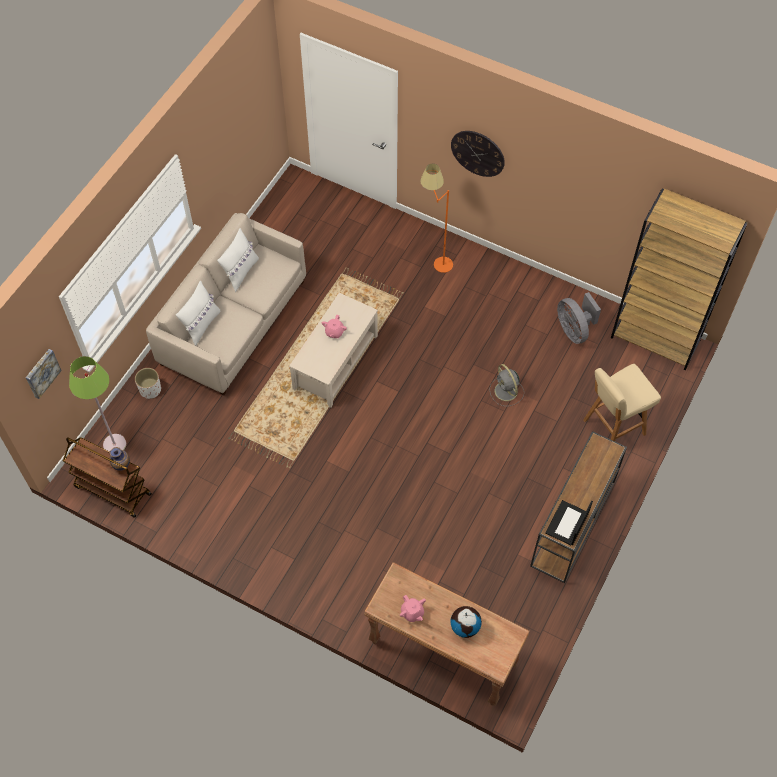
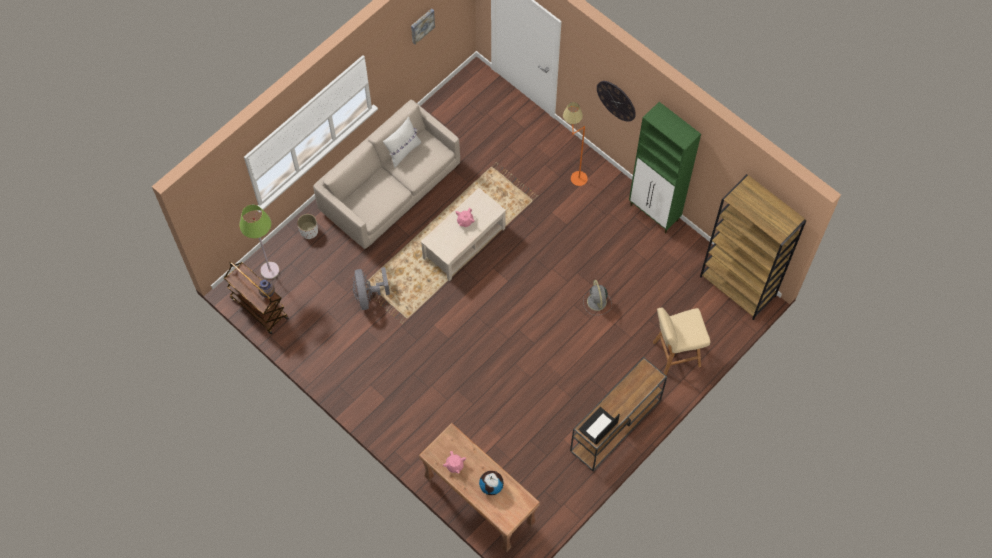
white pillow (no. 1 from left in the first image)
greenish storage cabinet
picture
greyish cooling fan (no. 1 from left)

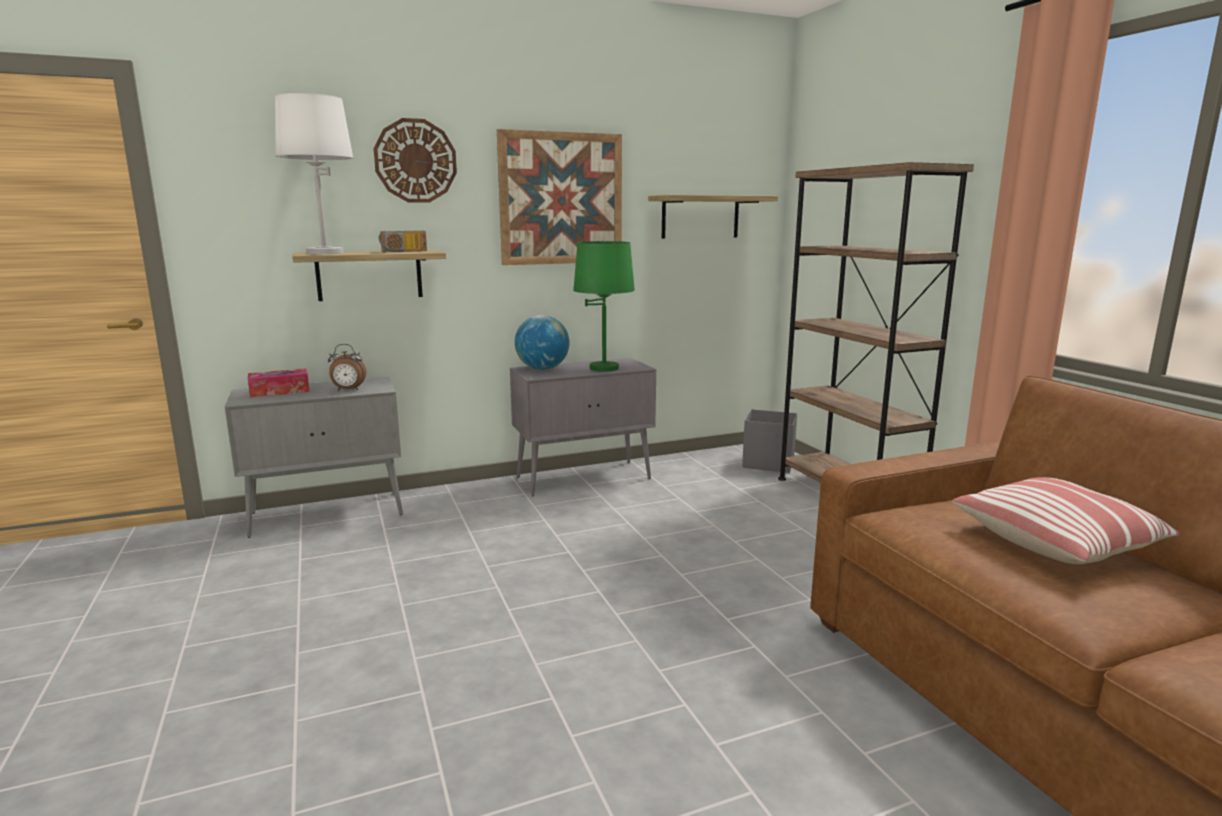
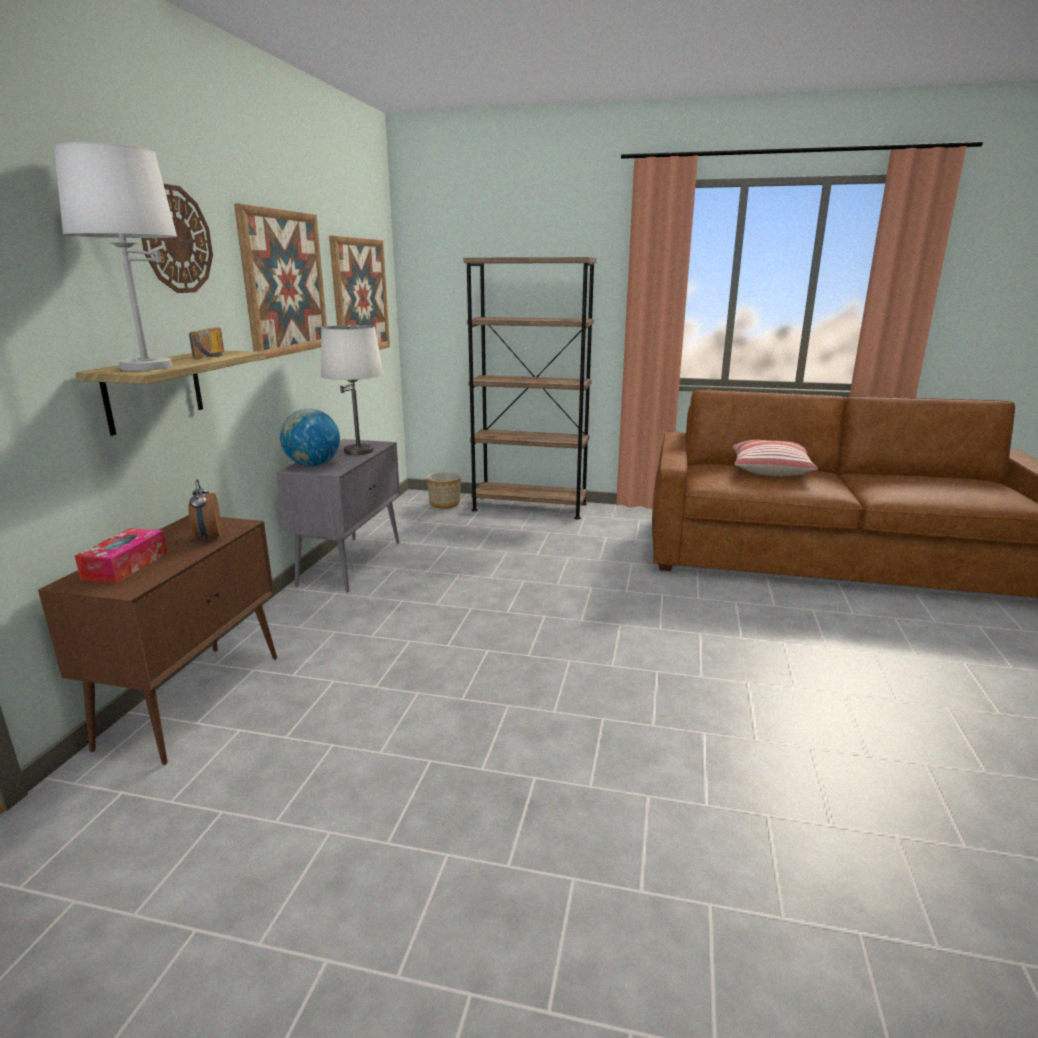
picture (no. 2 from left)
planter
brown storage cabinet
white tabletop lamp (no. 2 from left)
alarm clock

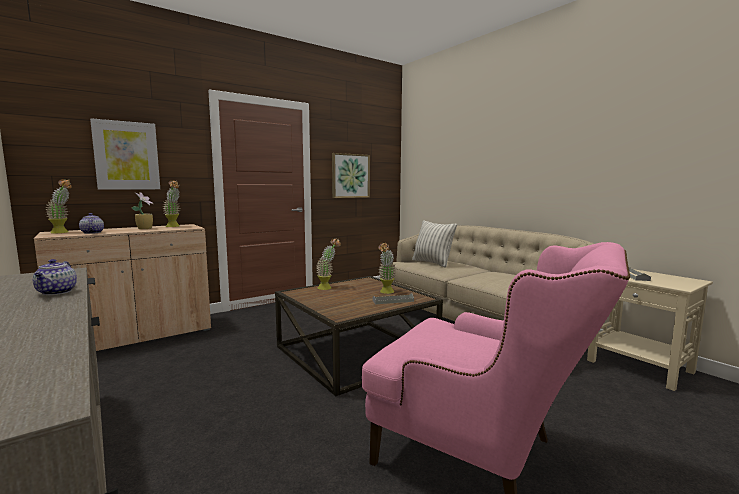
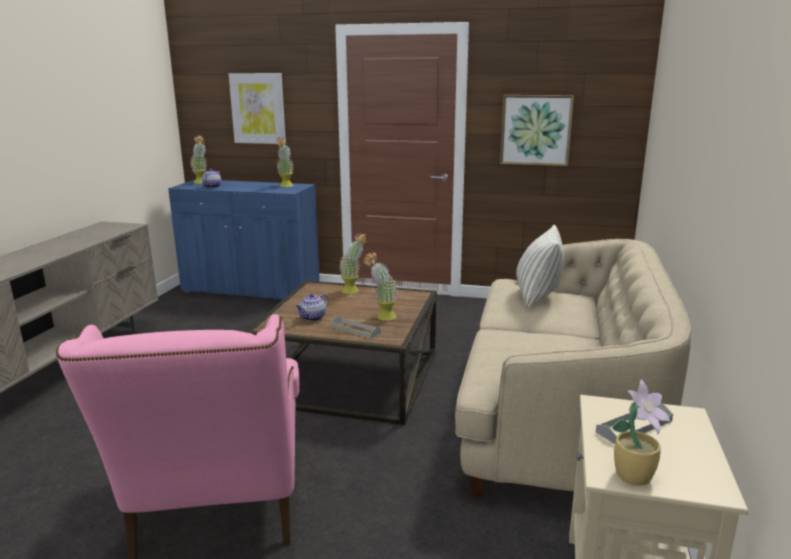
pot for tea (no. 2 from left)
potted plant (no. 5 from left)
blue storage cabinet

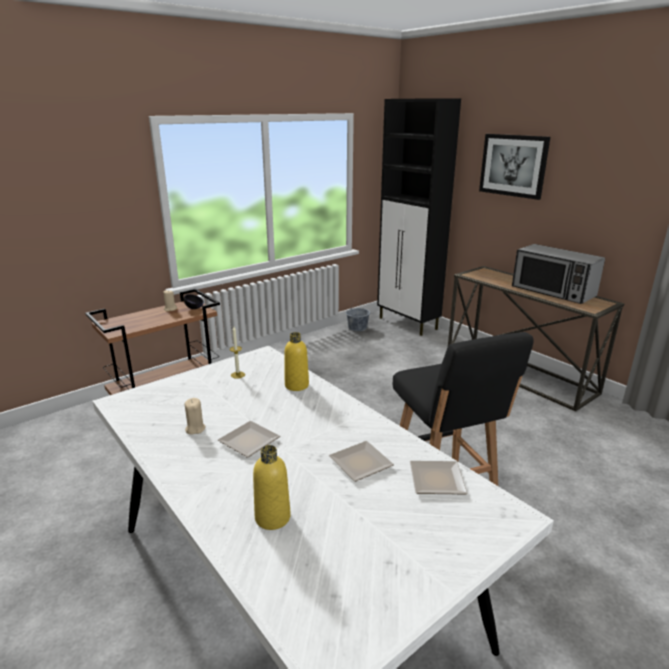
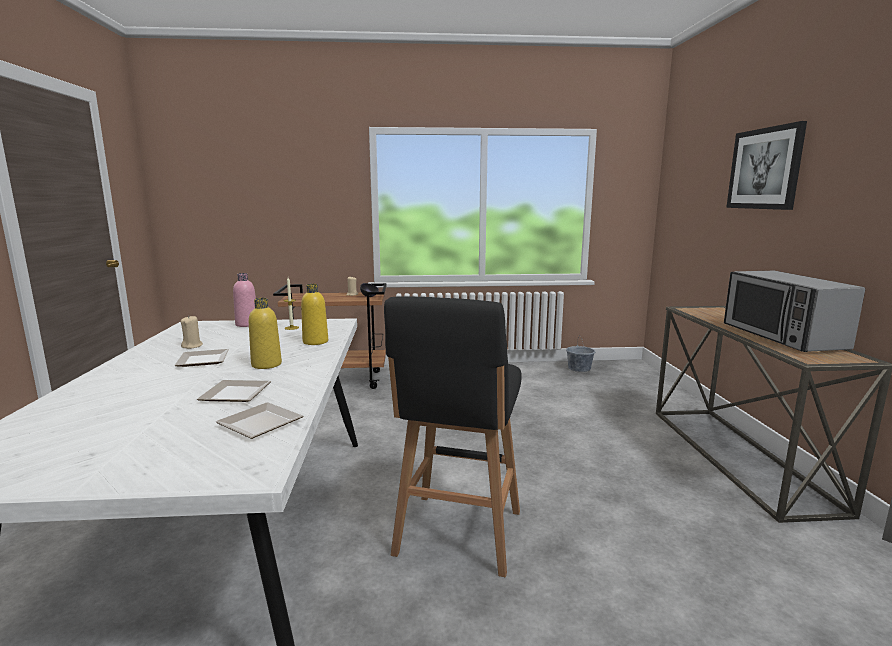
black storage cabinet
pink drink bottle
yellowish drink bottle (no. 1 from left)

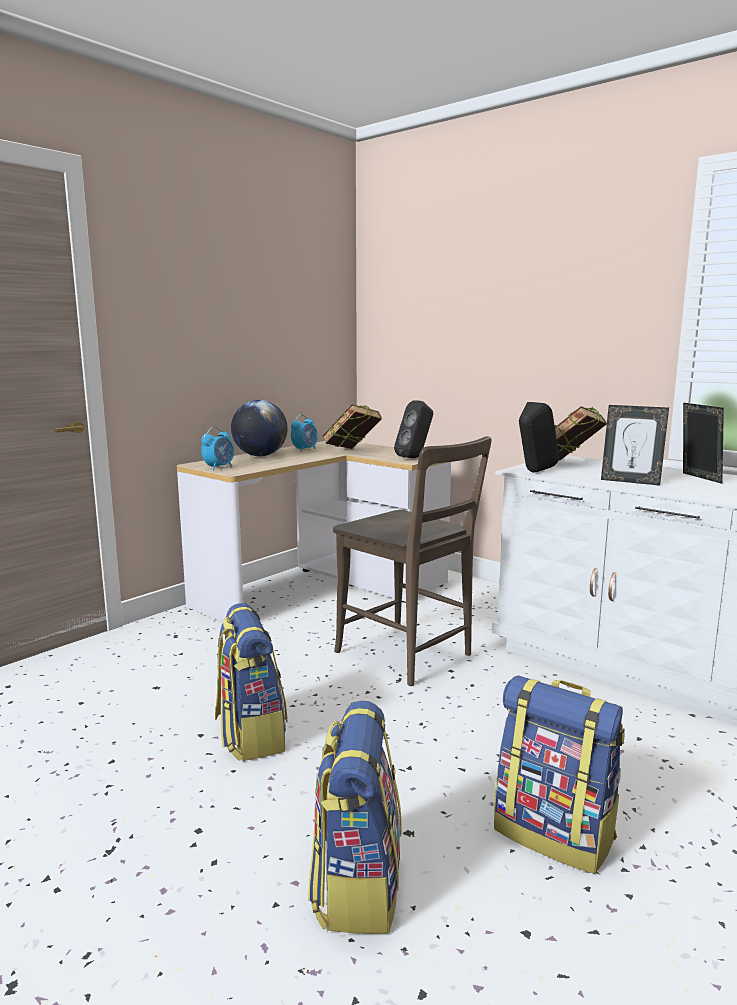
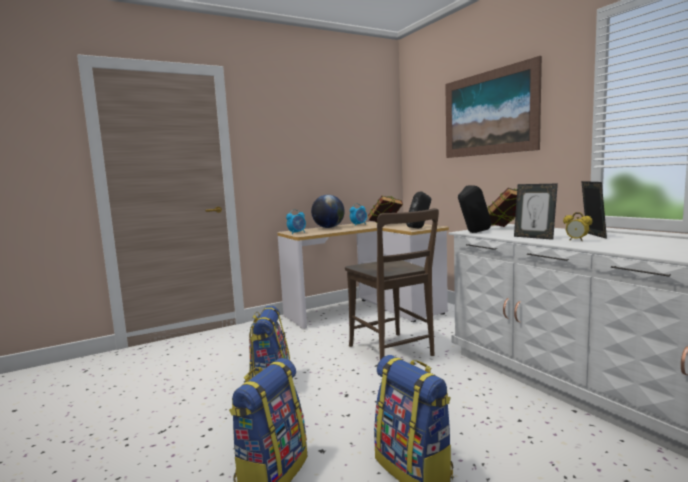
picture
alarm clock (no. 3 from left)

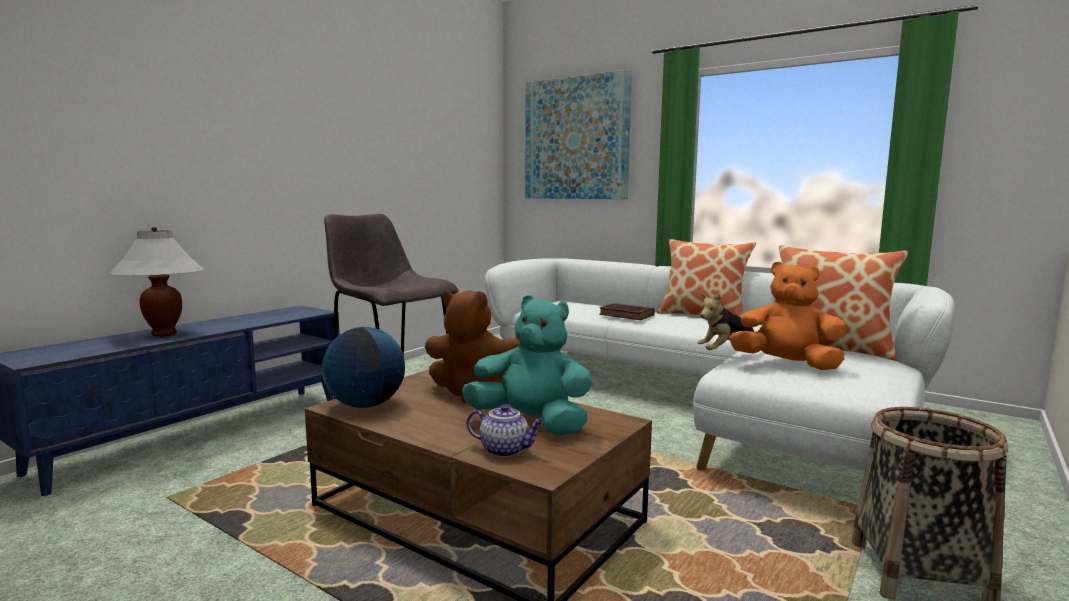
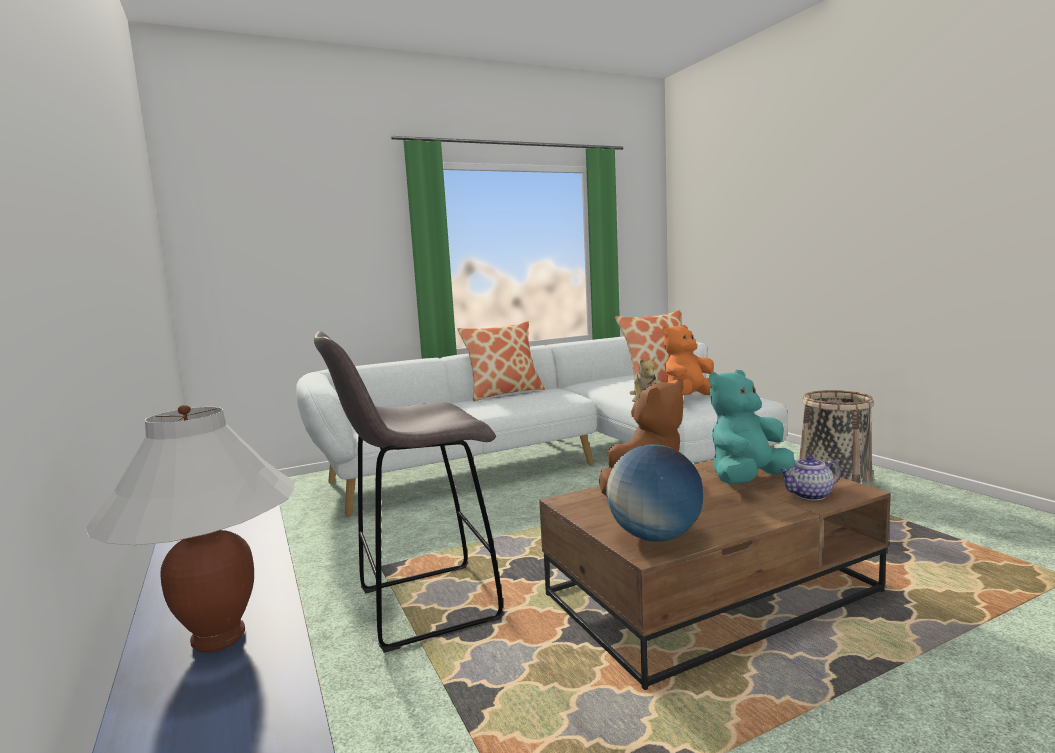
picture
brown bound book
pot for tea

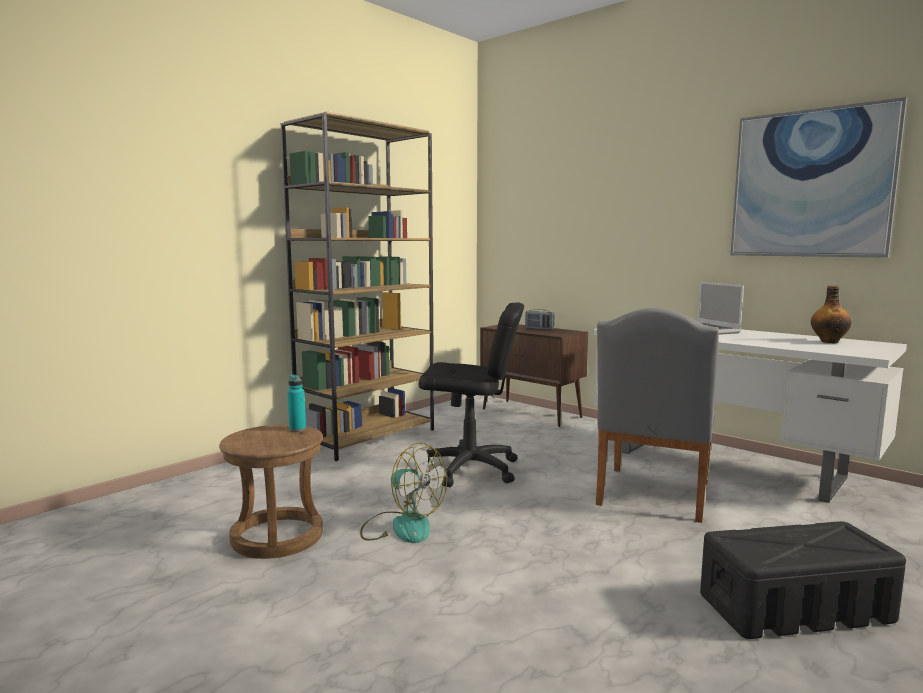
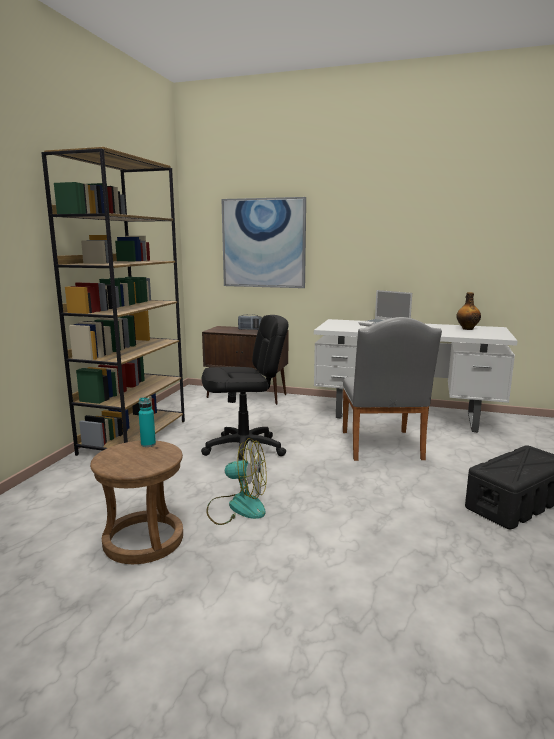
picture

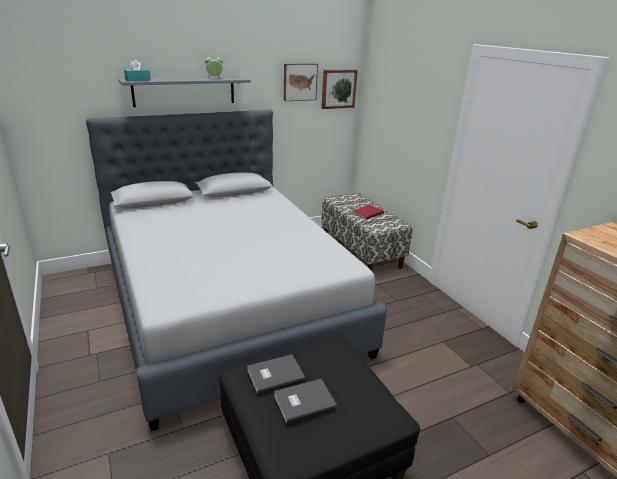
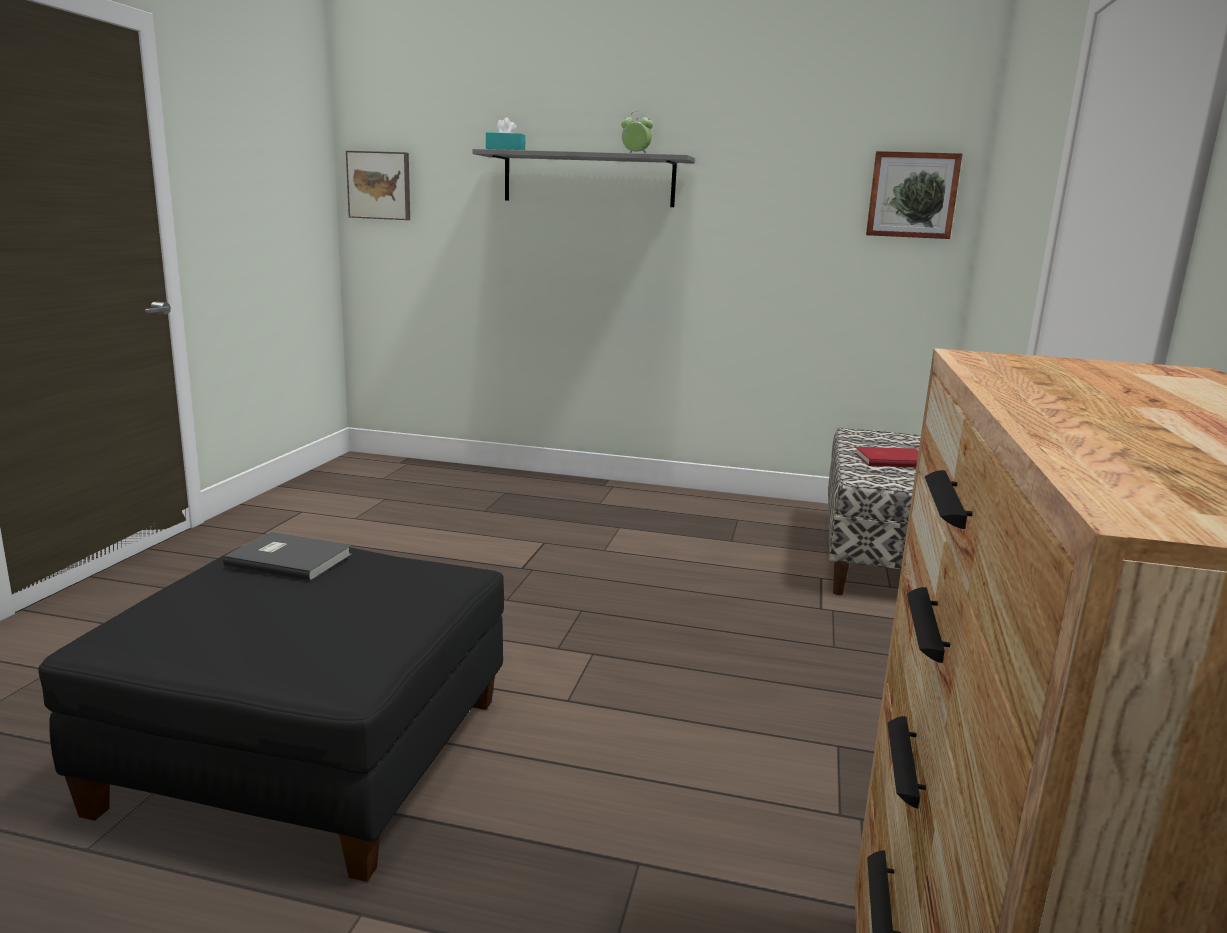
greyish bedroom bed
greyish bound book (no. 2 from left in the first image)
picture (no. 1 from left)

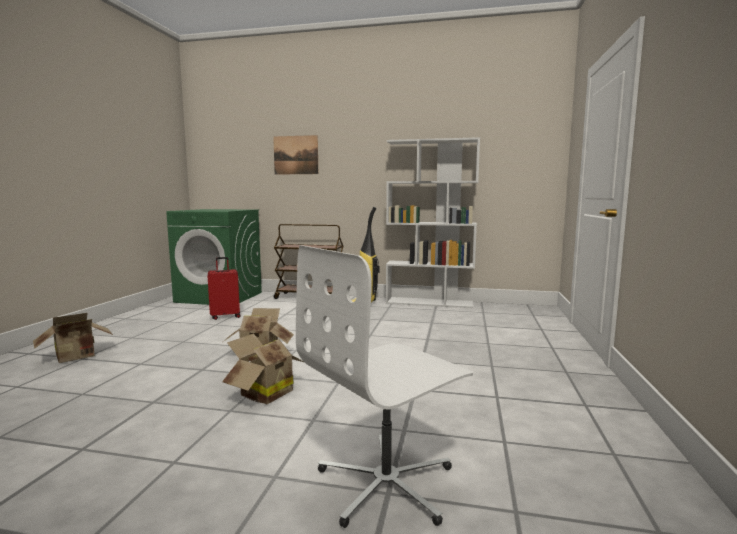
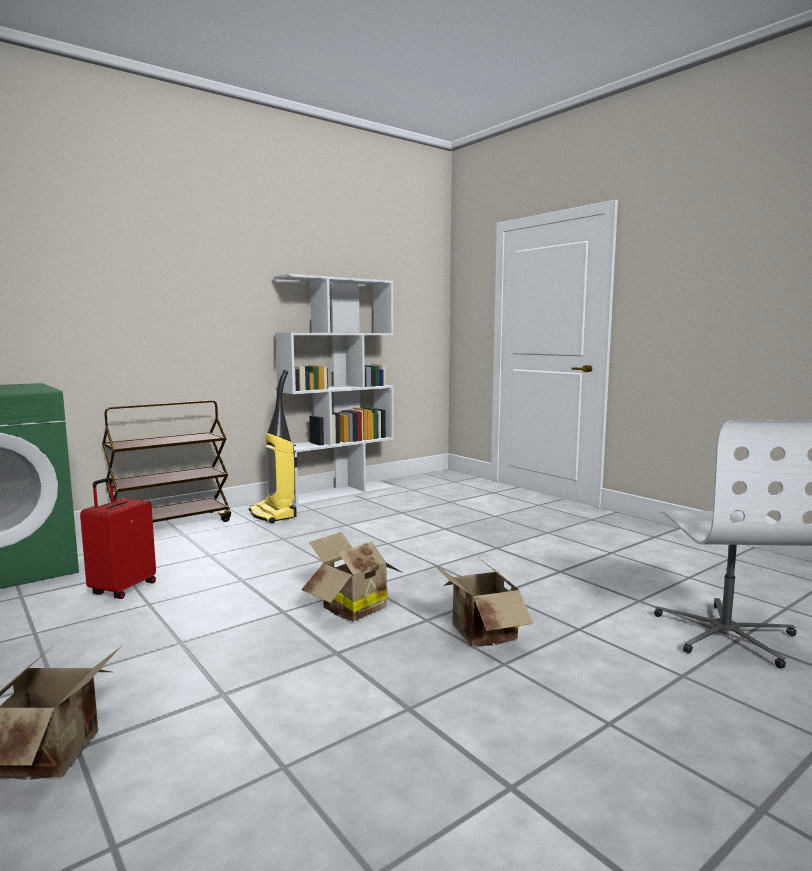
picture

